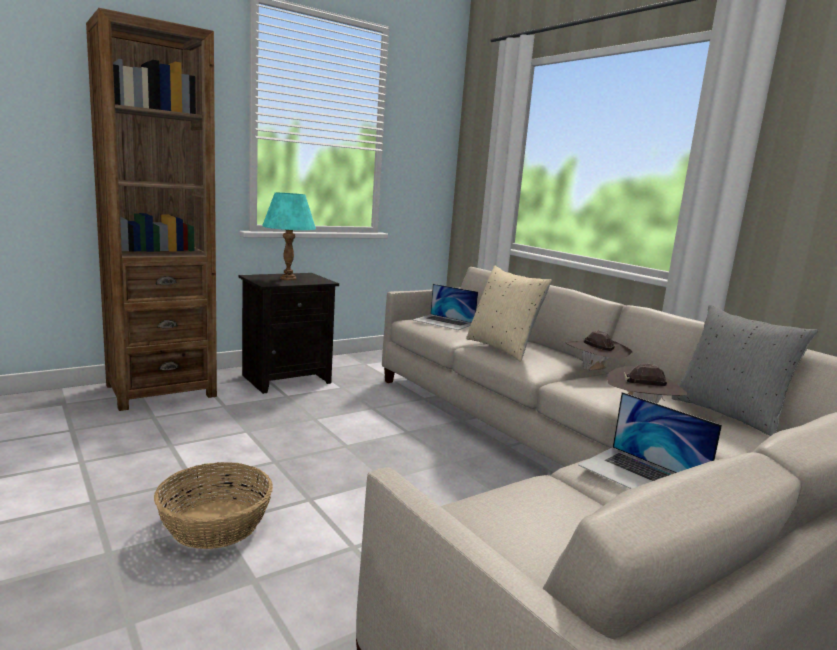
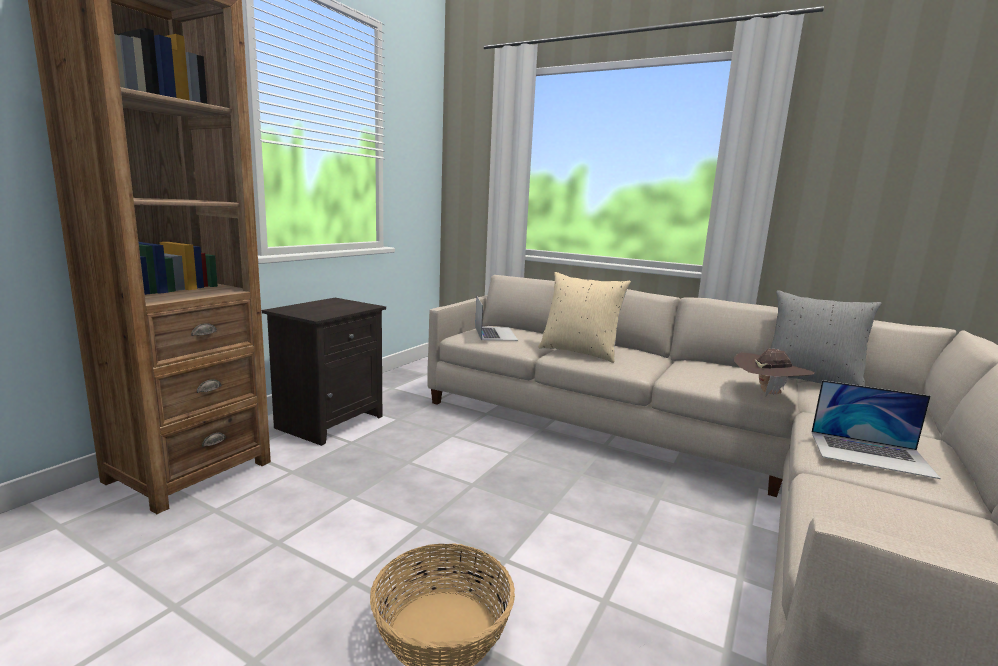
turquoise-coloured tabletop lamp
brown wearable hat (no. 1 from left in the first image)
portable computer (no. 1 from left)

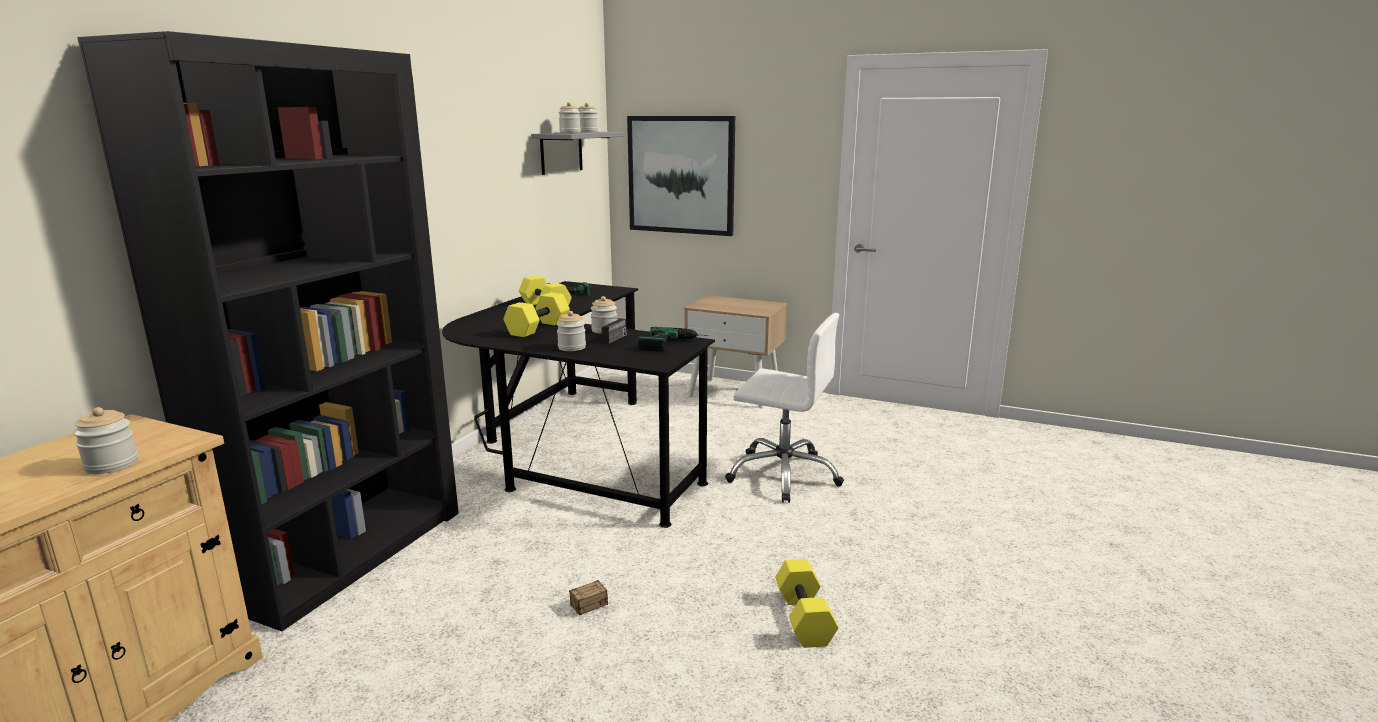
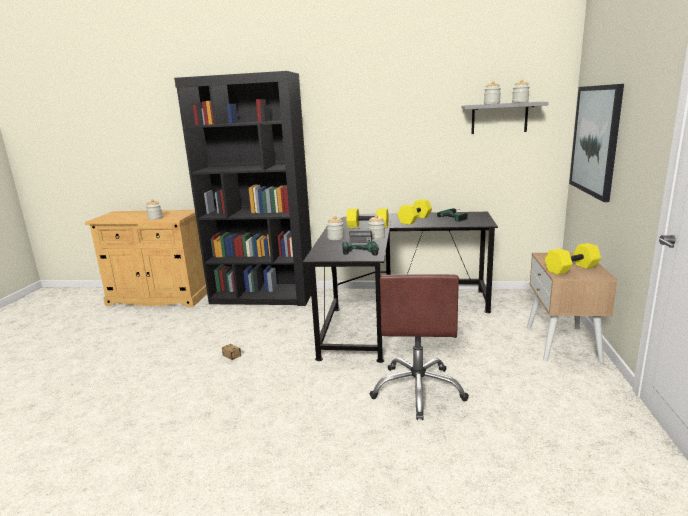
yellowish hand weight (no. 3 from left)
brown office chair

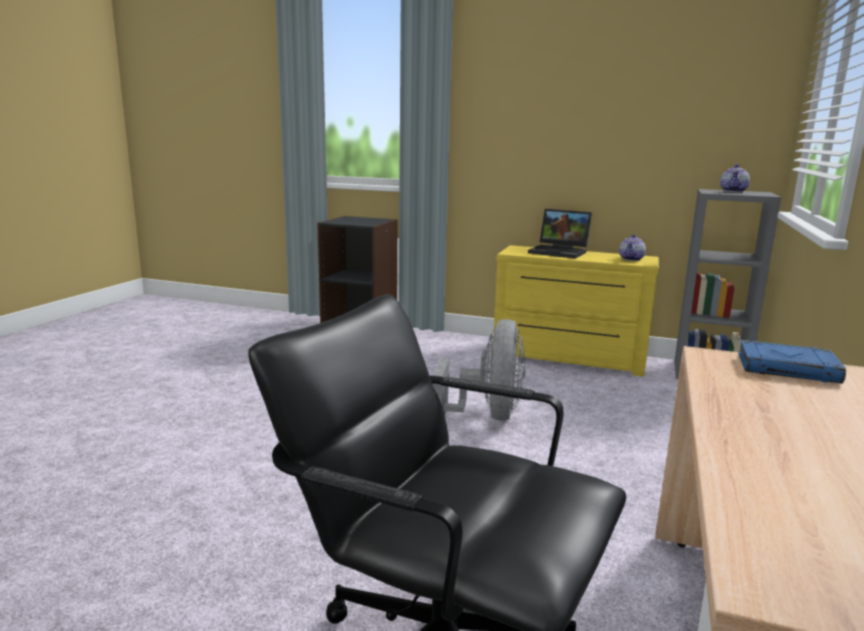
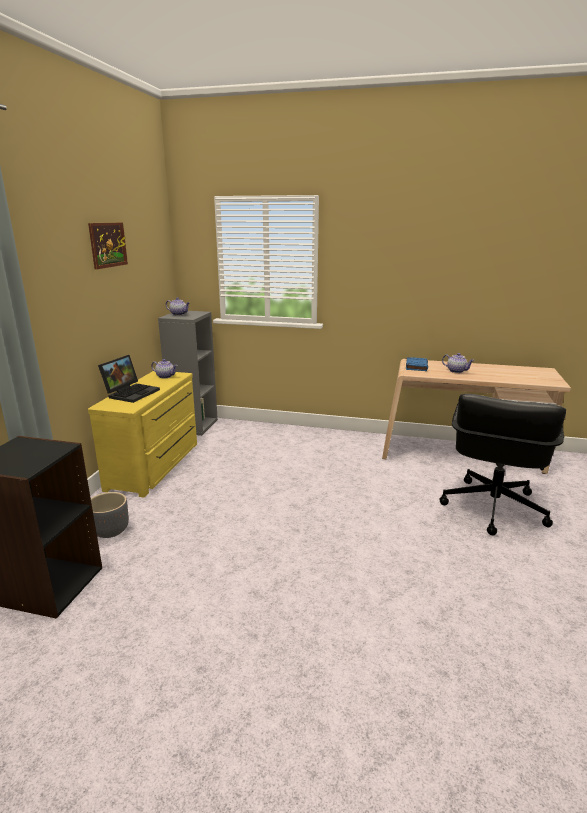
greyish cooling fan
picture
greyish planter
pot for tea (no. 3 from left)

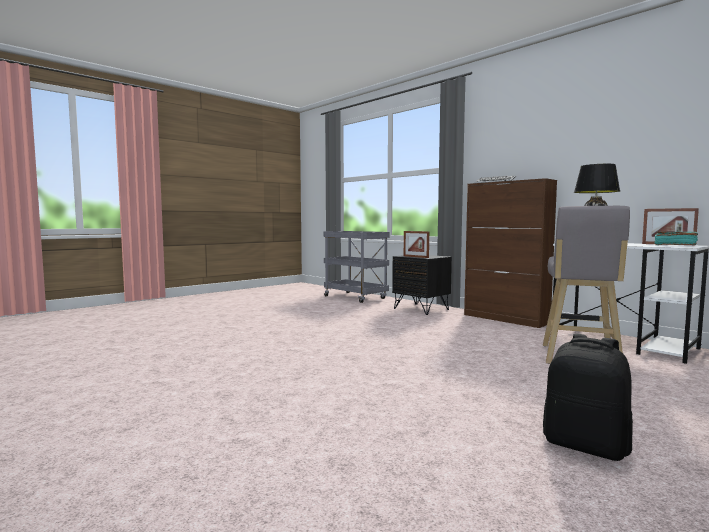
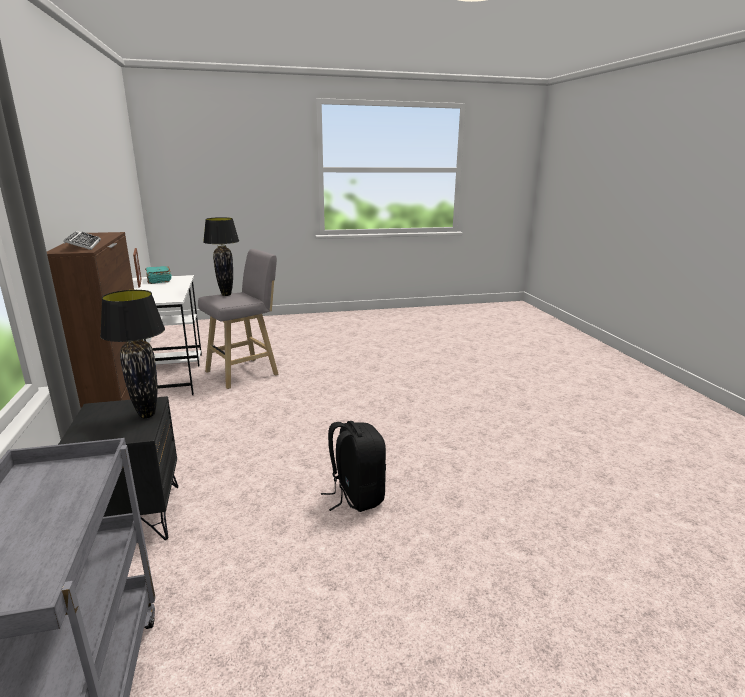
black knapsack
black tabletop lamp (no. 1 from left)

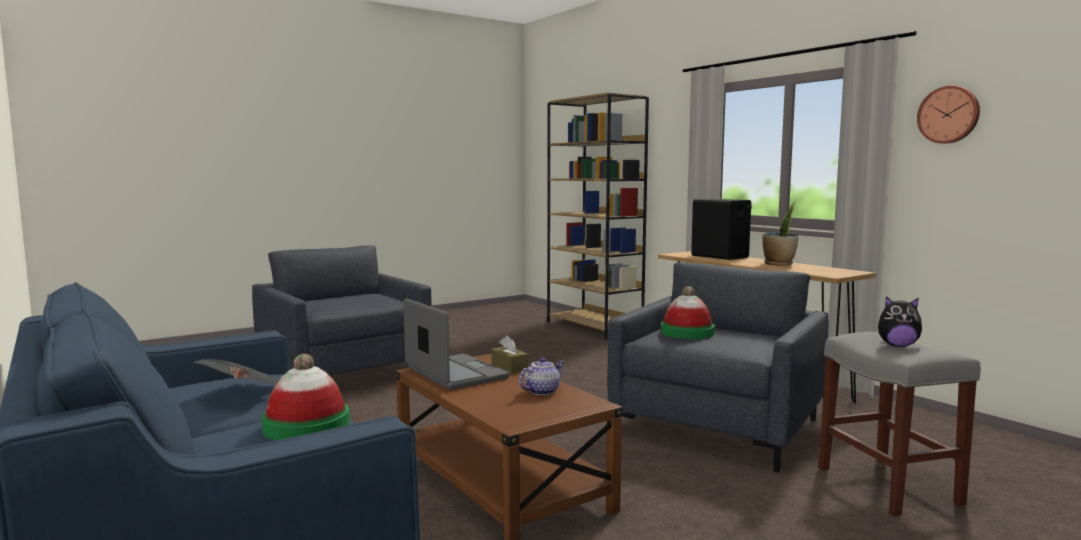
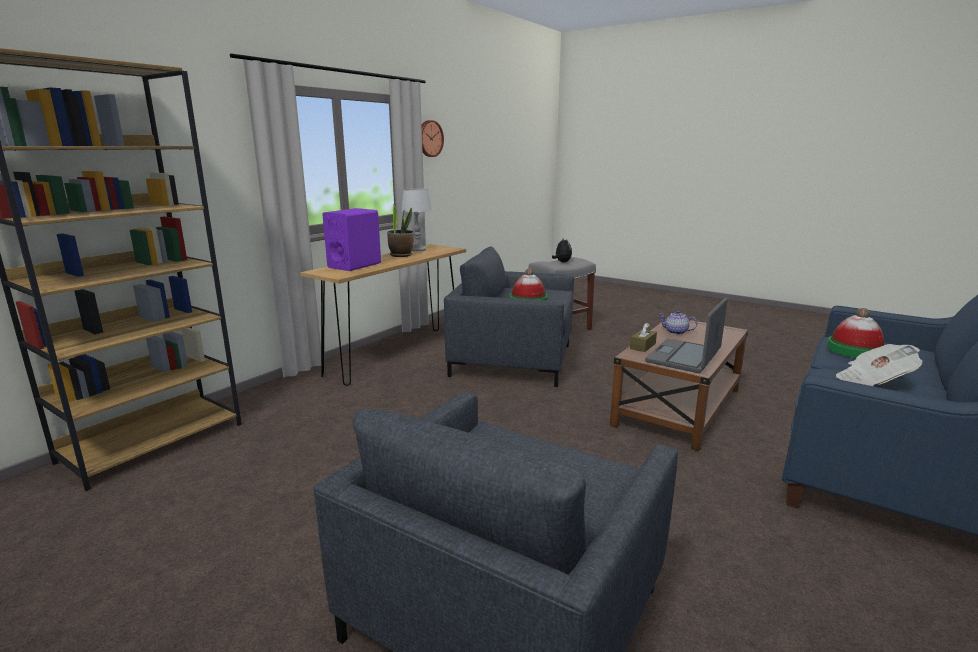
greyish tabletop lamp
purple speaker

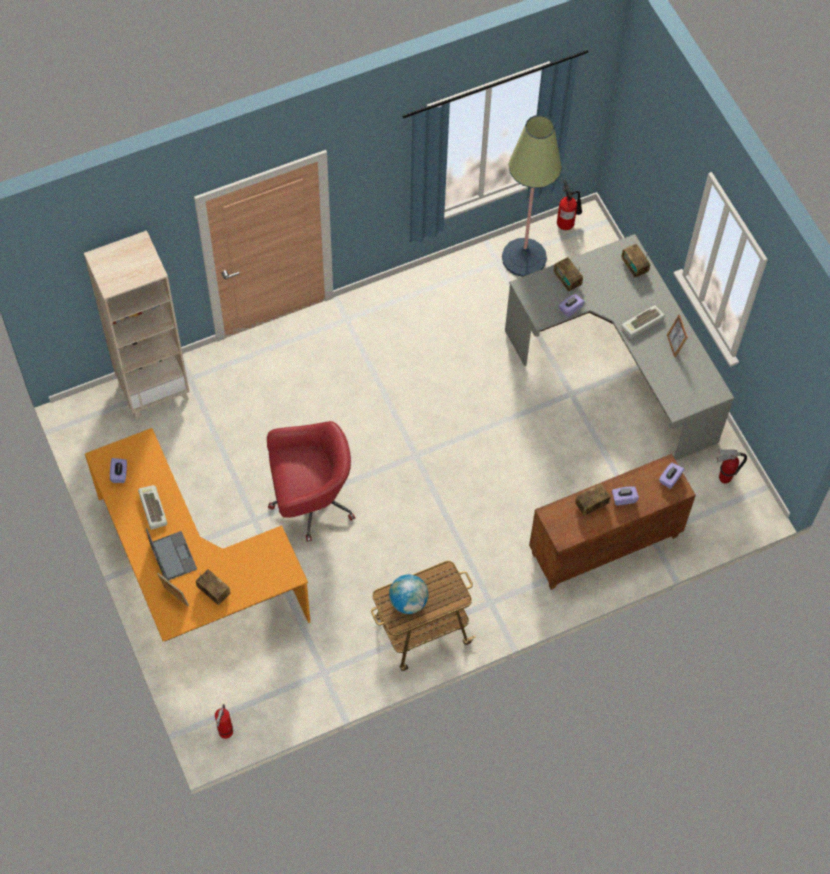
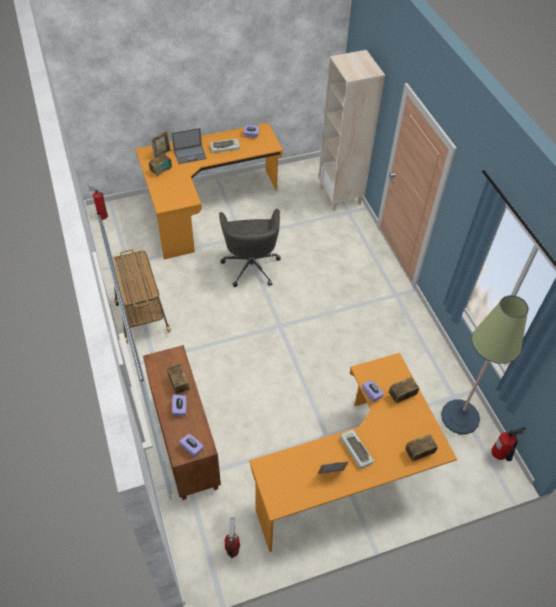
desk globe
greyish office chair
orangey desk unit (no. 2 from left)

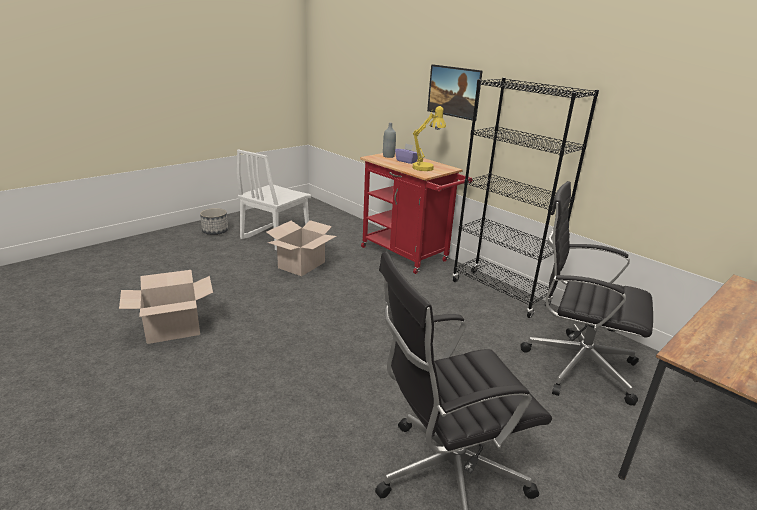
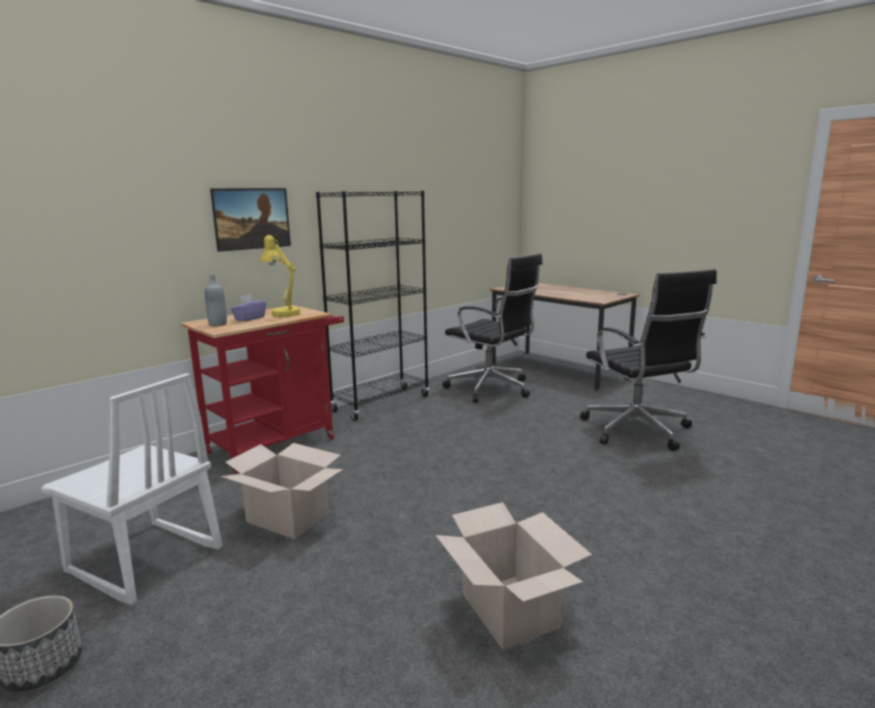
black office chair (no. 1 from left)

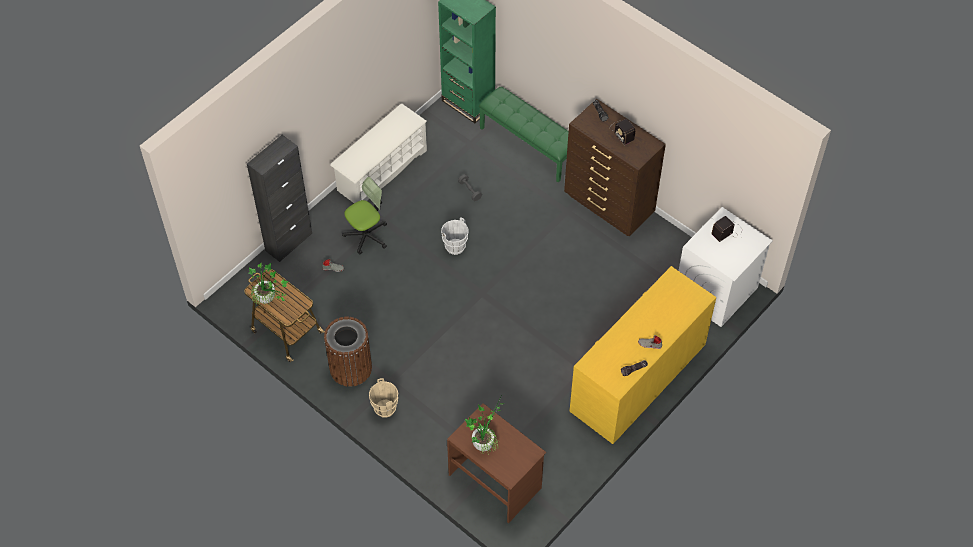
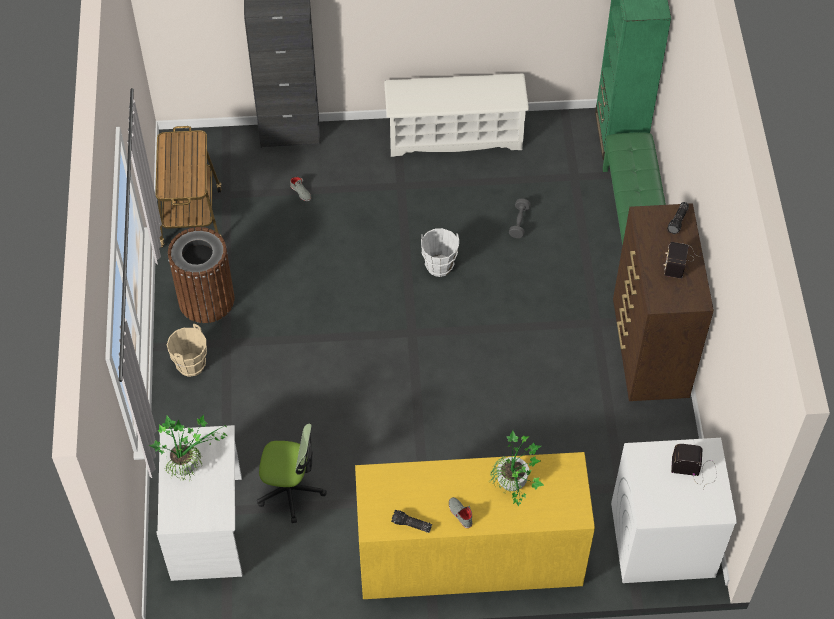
potted plant (no. 2 from left)
office chair
white desk unit

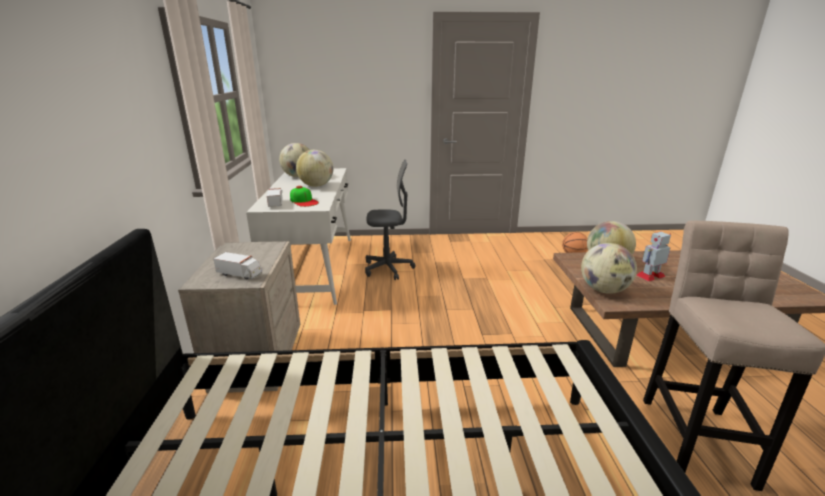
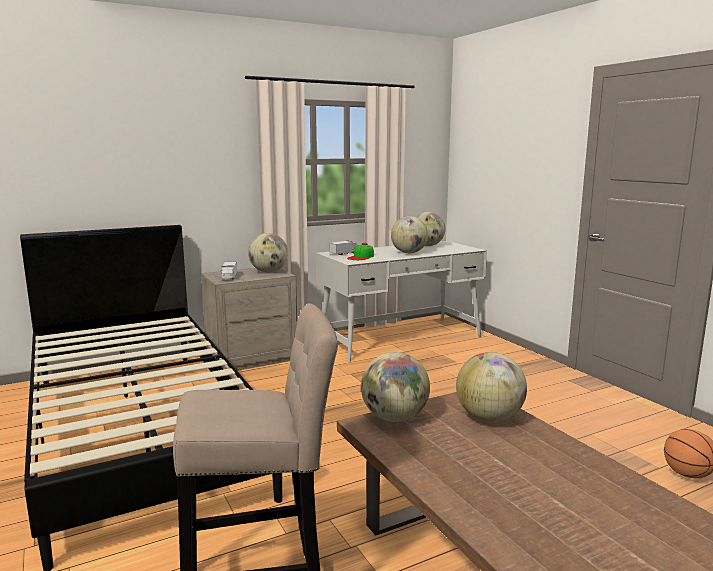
greyish office chair
model robot
desk globe (no. 1 from left)

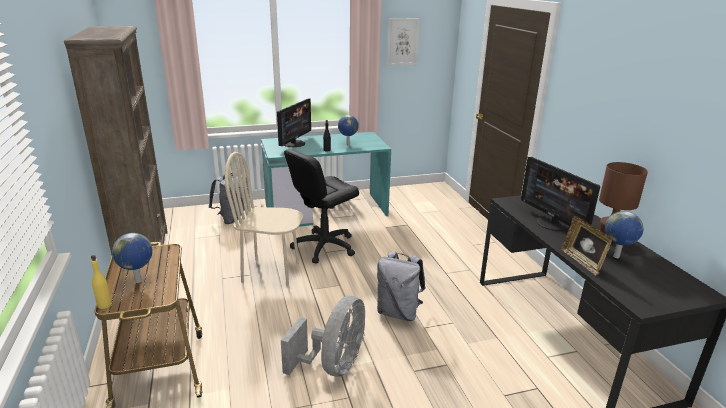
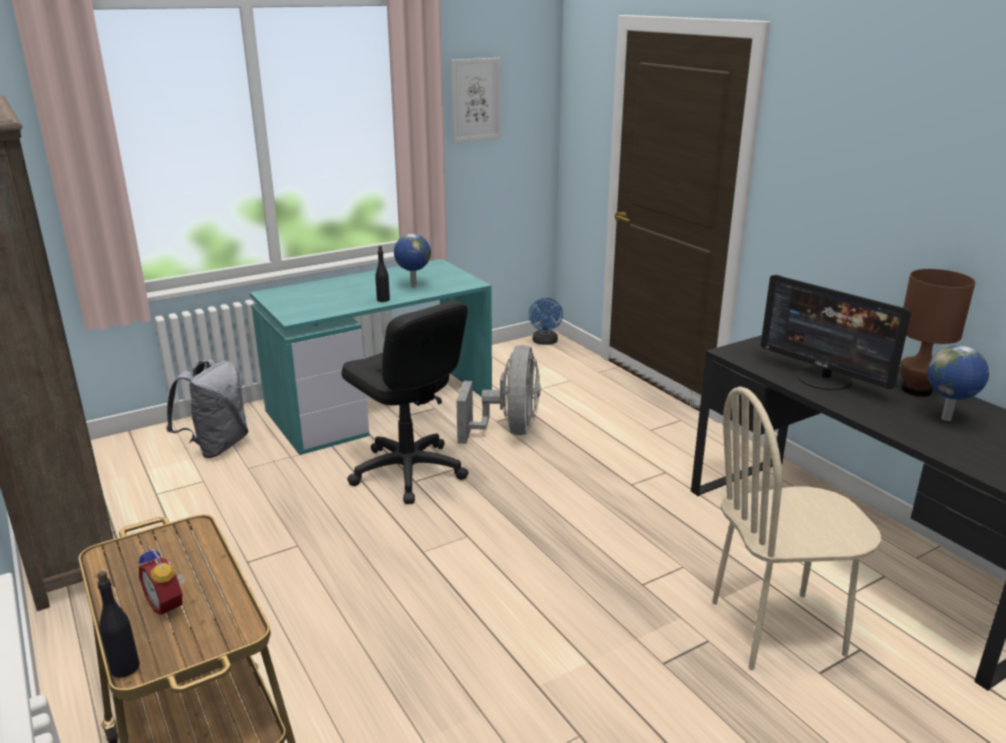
computer screen (no. 1 from left in the first image)
greyish knapsack (no. 2 from left in the first image)
picture frame
blue cooling fan
beige-coloured plain chair
greyish cooling fan
alarm clock
black drink bottle (no. 1 from left)
black office chair

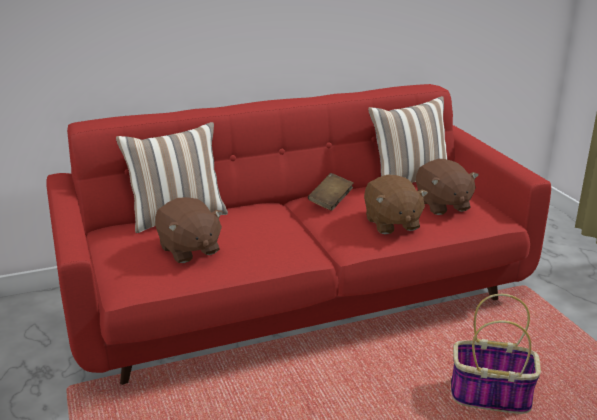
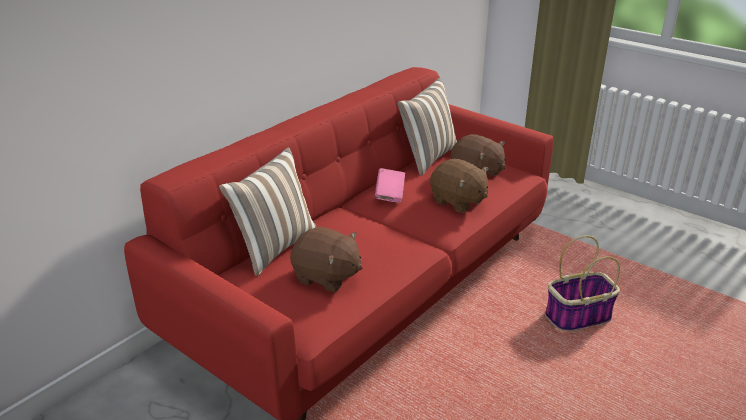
pink bound book

